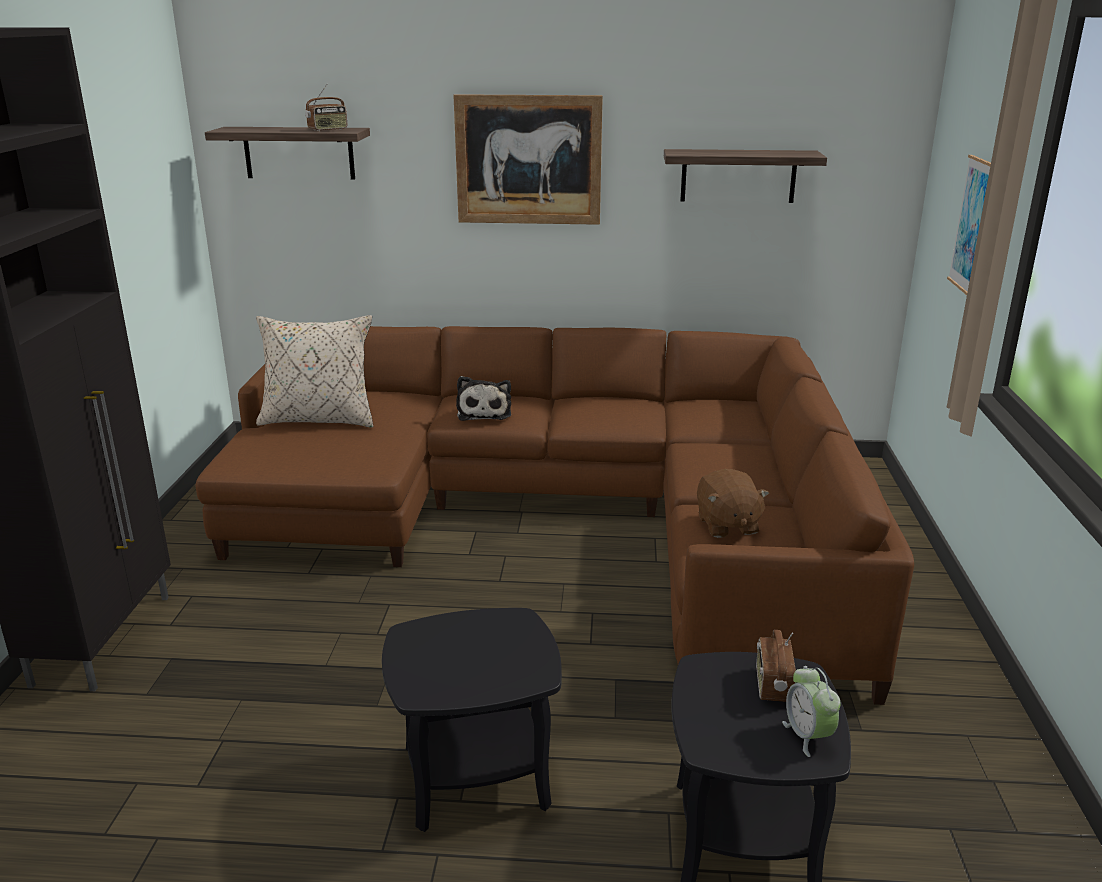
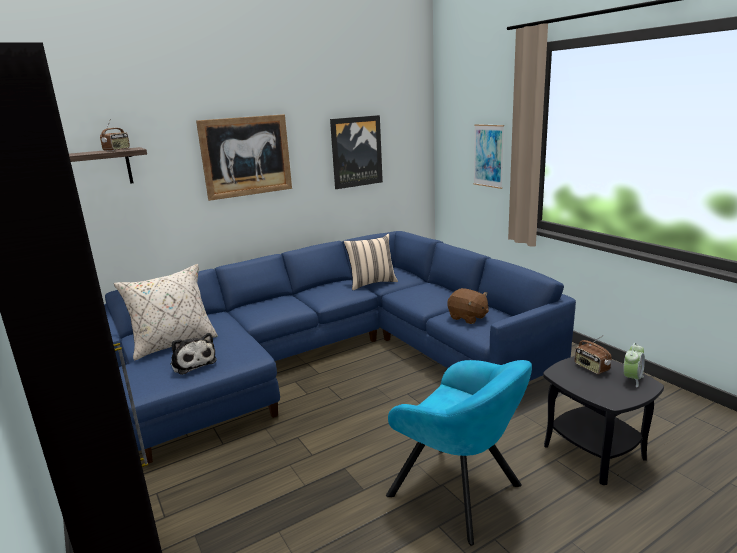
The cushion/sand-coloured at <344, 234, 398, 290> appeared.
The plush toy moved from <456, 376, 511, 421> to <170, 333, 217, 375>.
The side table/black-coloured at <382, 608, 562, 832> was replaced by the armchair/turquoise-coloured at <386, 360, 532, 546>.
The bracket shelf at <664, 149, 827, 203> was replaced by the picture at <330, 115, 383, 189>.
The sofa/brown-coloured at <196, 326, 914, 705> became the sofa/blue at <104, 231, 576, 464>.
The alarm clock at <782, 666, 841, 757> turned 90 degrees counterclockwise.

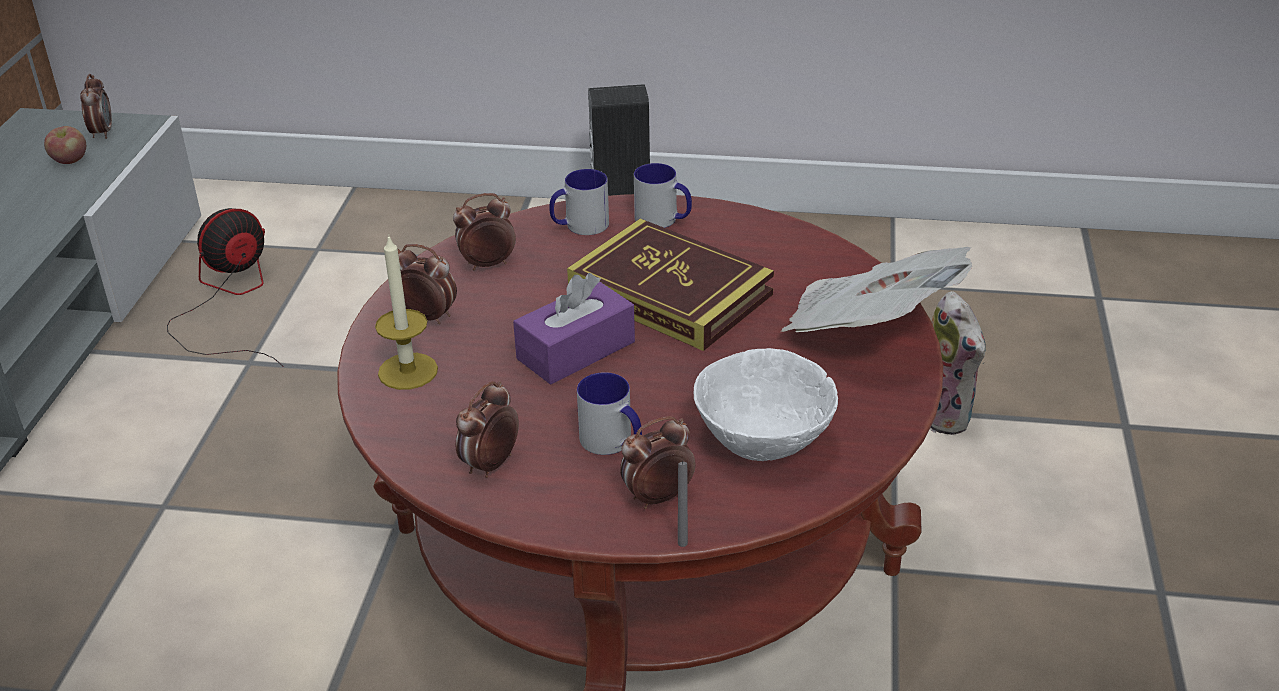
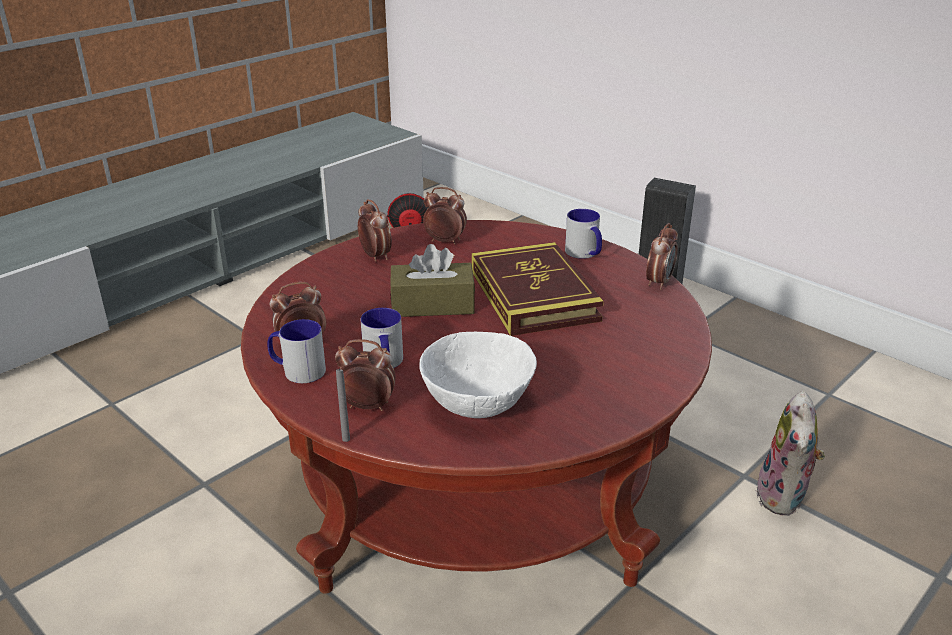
The whole apple at <44, 126, 86, 164> disappeared.
The wax light at <375, 234, 438, 390> disappeared.
The newspaper at <781, 247, 972, 332> disappeared.
The alarm clock moved from <80, 74, 112, 139> to <646, 223, 678, 290>.
The tea mug moved from <549, 169, 609, 235> to <267, 319, 326, 383>.
The box of tissues/purplish at <513, 273, 635, 384> became the box of tissues/brown-coloured at <390, 244, 475, 317>.

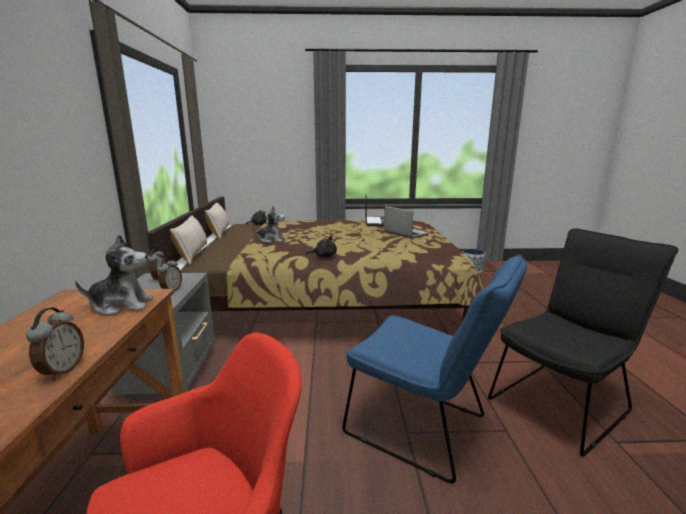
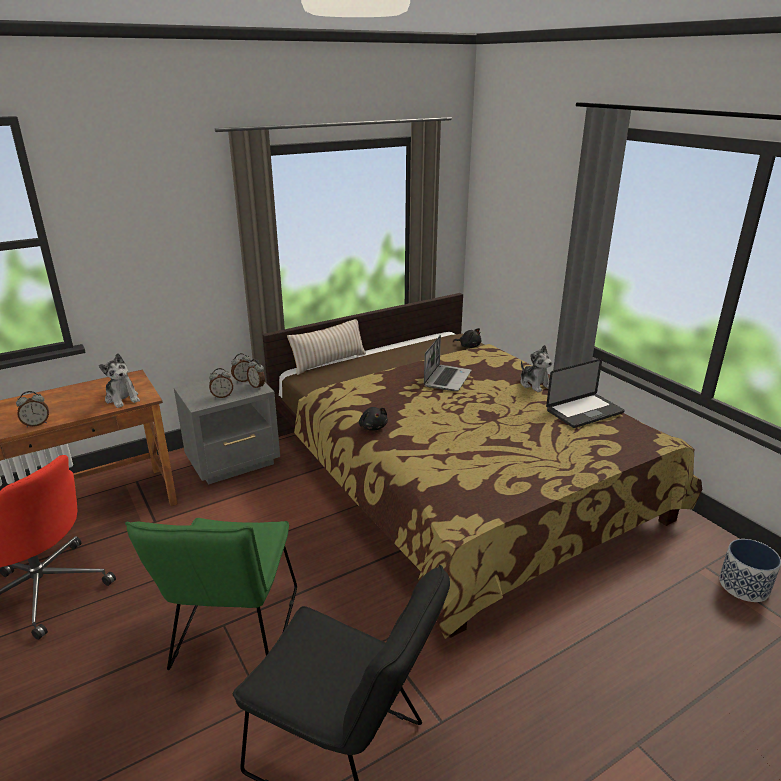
The cushion/sand-coloured at <205, 203, 229, 239> disappeared.
The alarm clock at <247, 359, 265, 389> appeared.
The plush toy moved from <252, 206, 285, 243> to <520, 345, 552, 392>.
The portable computer moved from <384, 206, 429, 238> to <424, 335, 472, 391>.
The chair/blue at <342, 254, 527, 483> became the chair/green at <125, 518, 297, 670>.

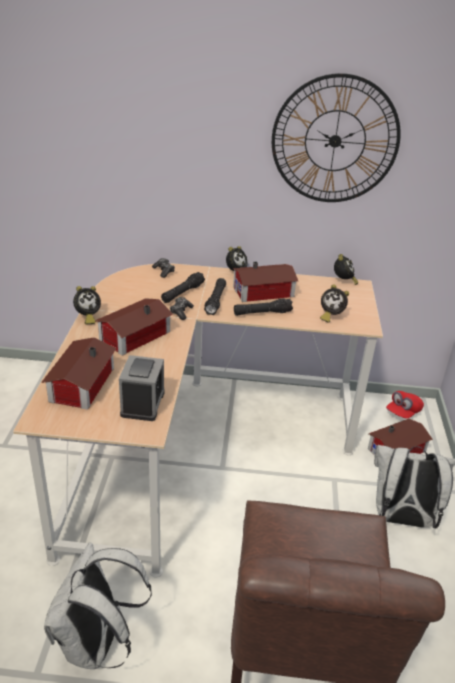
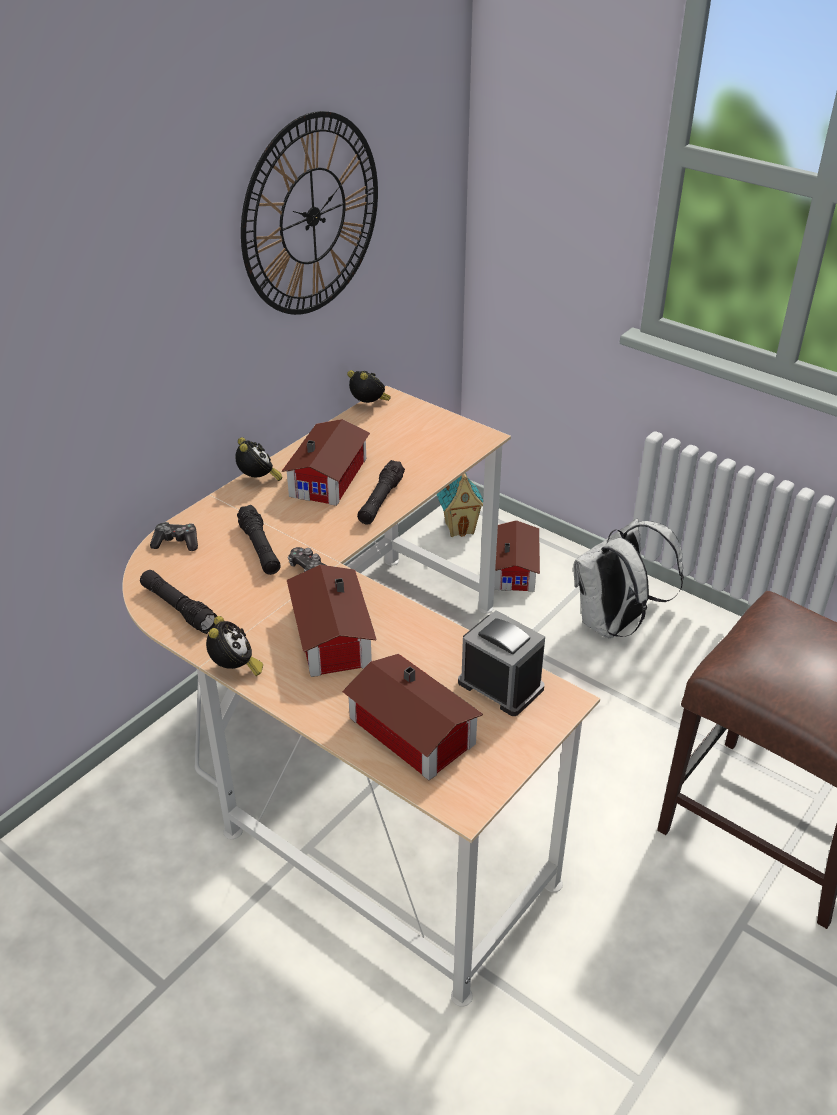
The knapsack/white-coloured at <44, 542, 152, 669> disappeared.
The alarm clock at <320, 284, 349, 323> disappeared.
The torch/black-coloured moved from <204, 278, 226, 315> to <140, 570, 217, 634>.
The baseball cap/red at <386, 391, 424, 419> was replaced by the model house at <437, 473, 483, 537>.

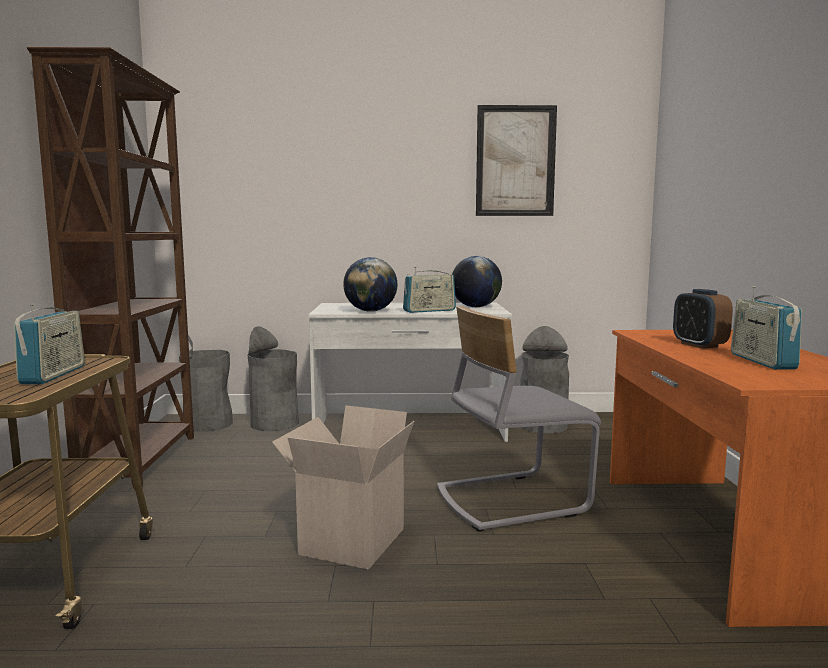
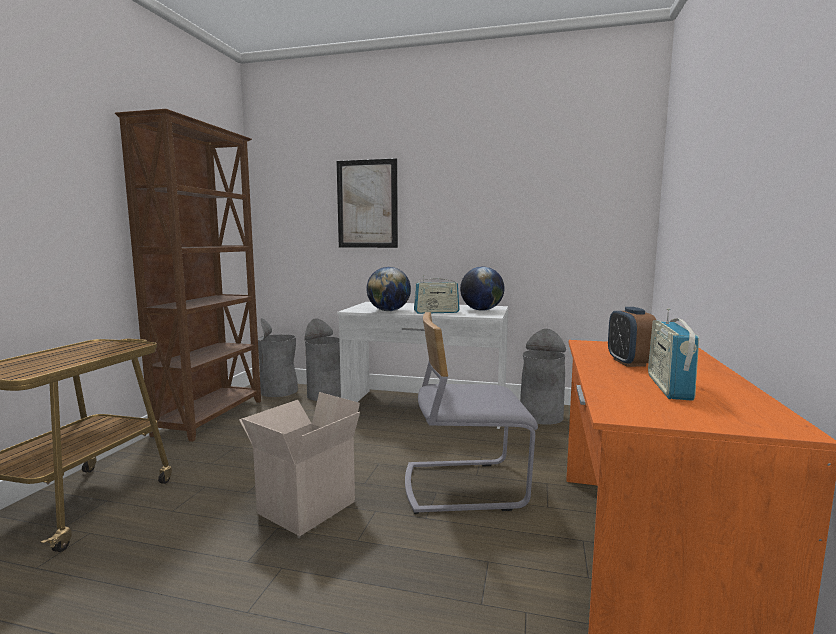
The radio set at <14, 304, 85, 384> disappeared.
The picture moved from <476, 105, 557, 216> to <337, 158, 398, 248>.

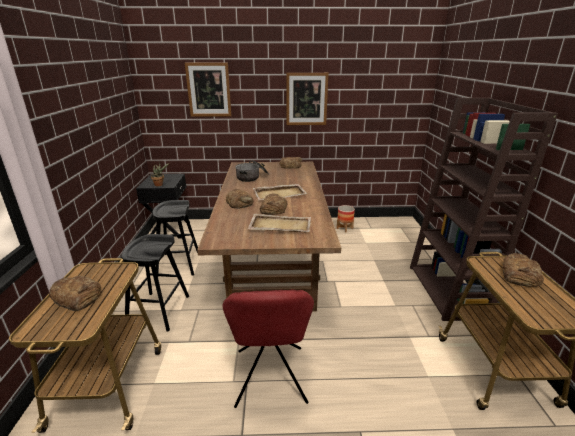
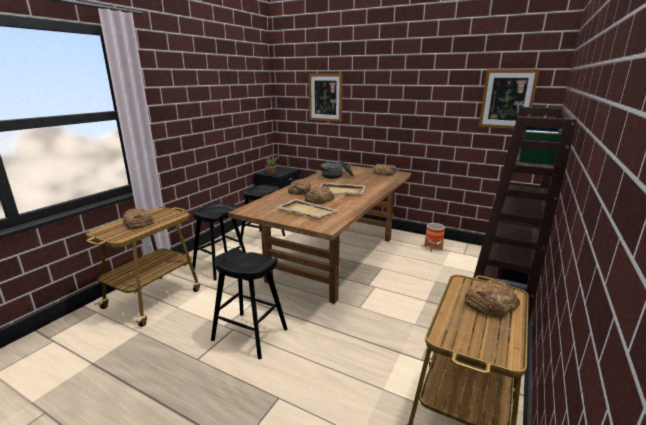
The picture moved from <286, 73, 329, 125> to <479, 69, 540, 129>.
The chair/red at <222, 289, 314, 408> was replaced by the stool seat/black-coloured at <211, 248, 287, 359>.

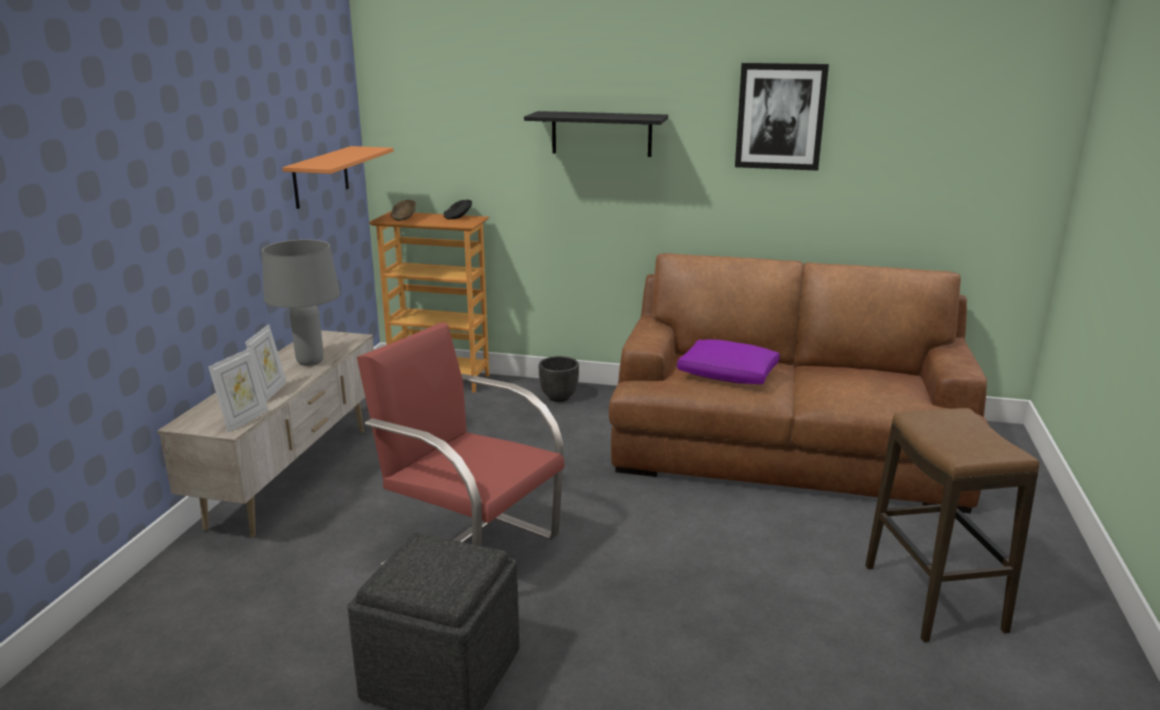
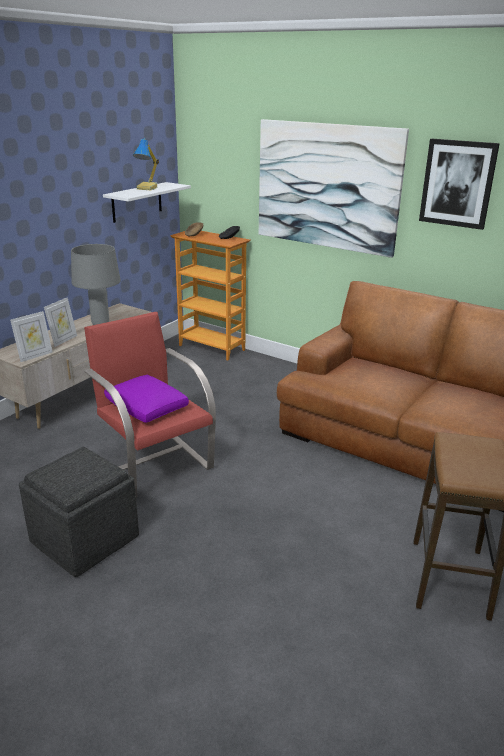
The plant pot/black-coloured at <539, 356, 579, 402> disappeared.
The table lamp at <133, 138, 159, 190> appeared.
The cushion/purplish moved from <677, 339, 780, 384> to <104, 375, 189, 423>.
The bracket shelf/black-coloured at <524, 111, 668, 157> was replaced by the picture at <259, 119, 409, 258>.
The bracket shelf/orangey at <282, 146, 394, 209> became the bracket shelf/white-coloured at <103, 182, 191, 223>.

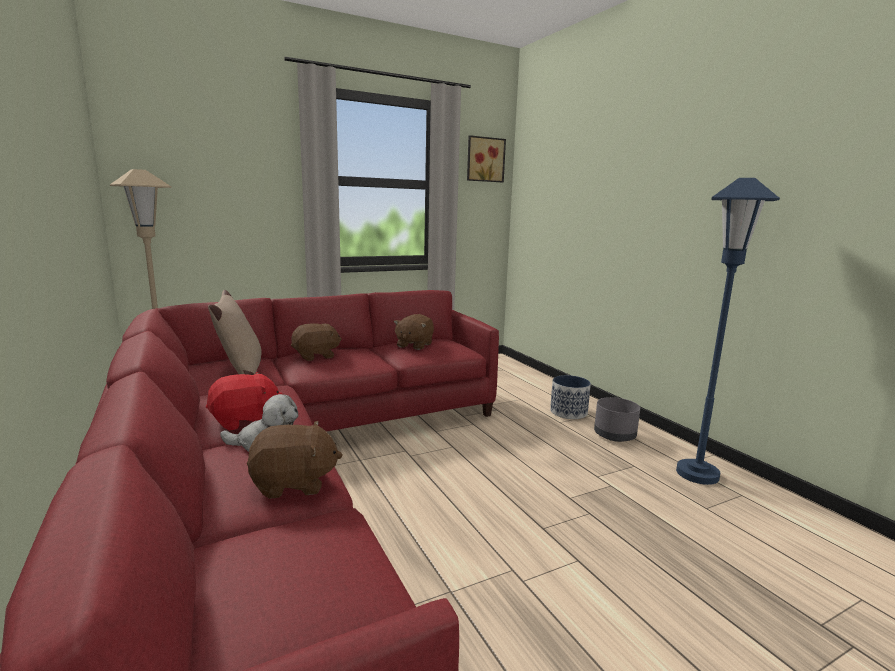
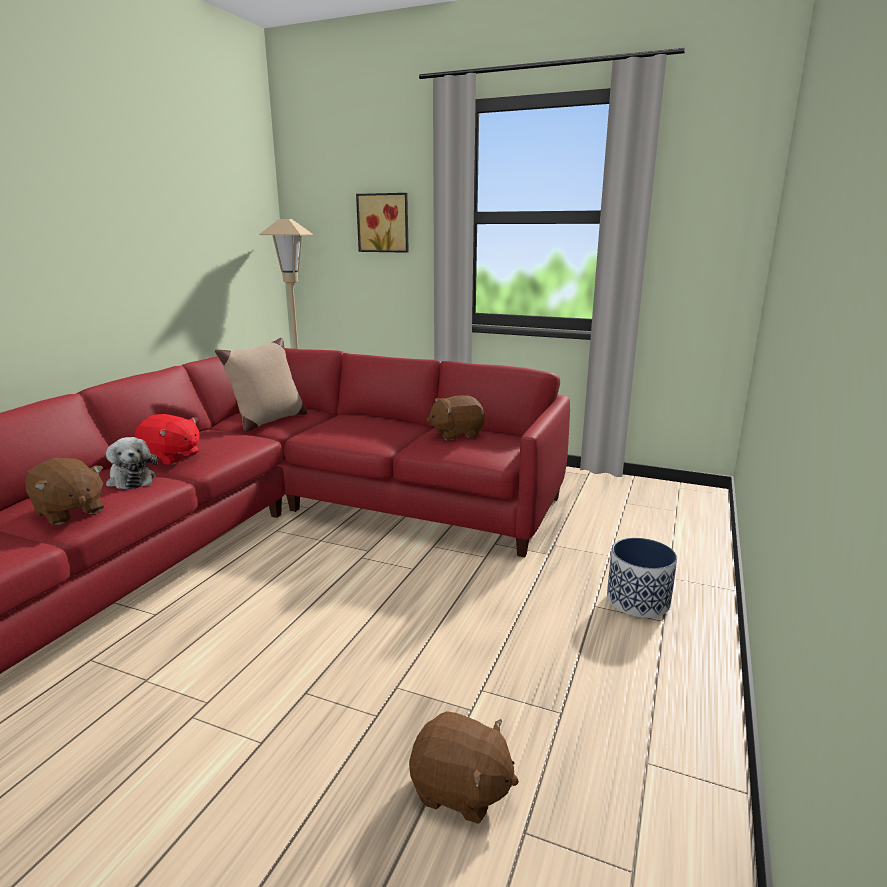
The plant pot/greyish at <594, 397, 640, 442> disappeared.
The standing lamp/blue at <676, 178, 780, 485> disappeared.
The plush toy/brown-coloured moved from <291, 323, 342, 361> to <409, 711, 519, 824>.
The picture moved from <467, 135, 506, 182> to <356, 193, 409, 253>.

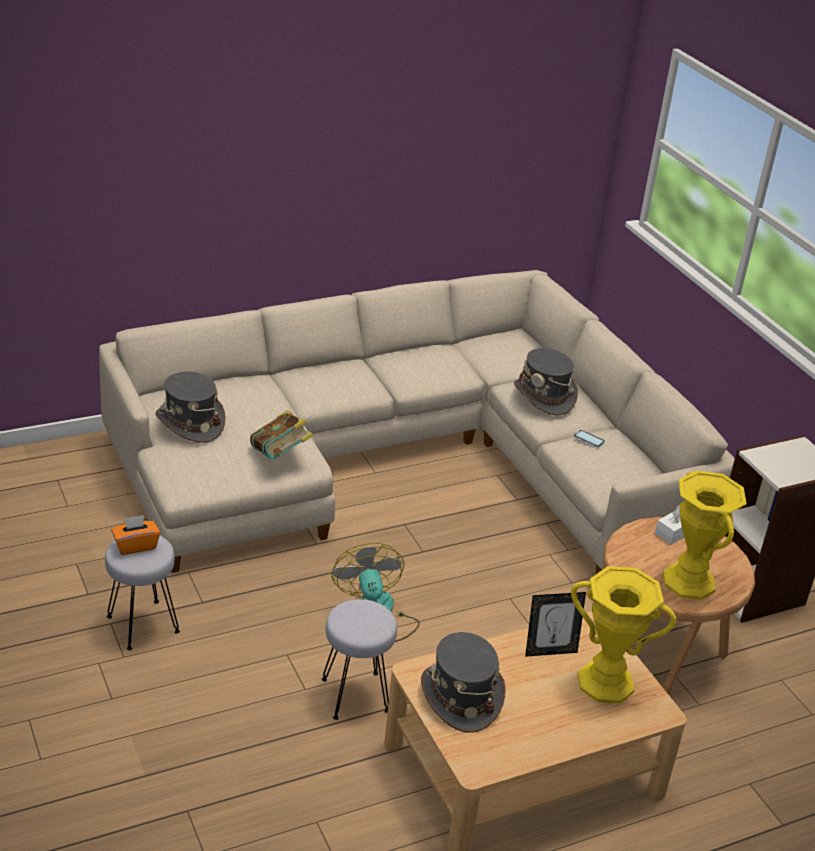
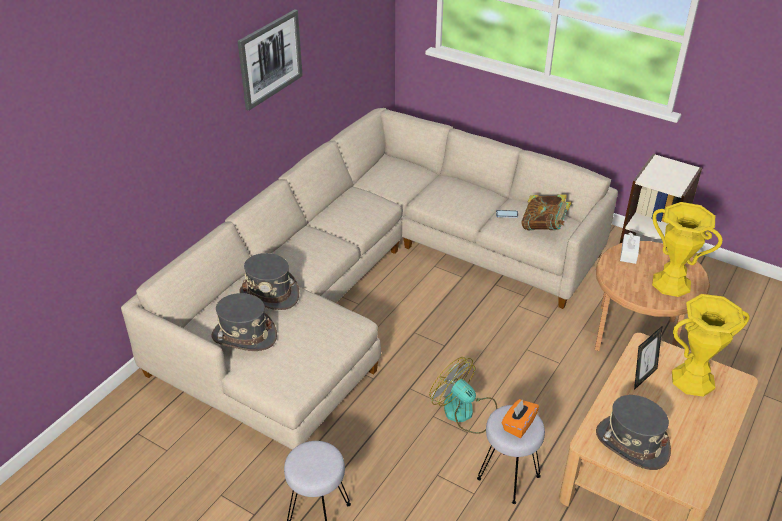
The picture at <238, 9, 303, 111> appeared.
The box of tissues/orangey moved from <111, 515, 160, 555> to <502, 399, 539, 438>.
The volume moved from <250, 410, 314, 459> to <521, 194, 571, 230>.
The hat/greyish moved from <514, 348, 578, 416> to <239, 253, 299, 310>.

